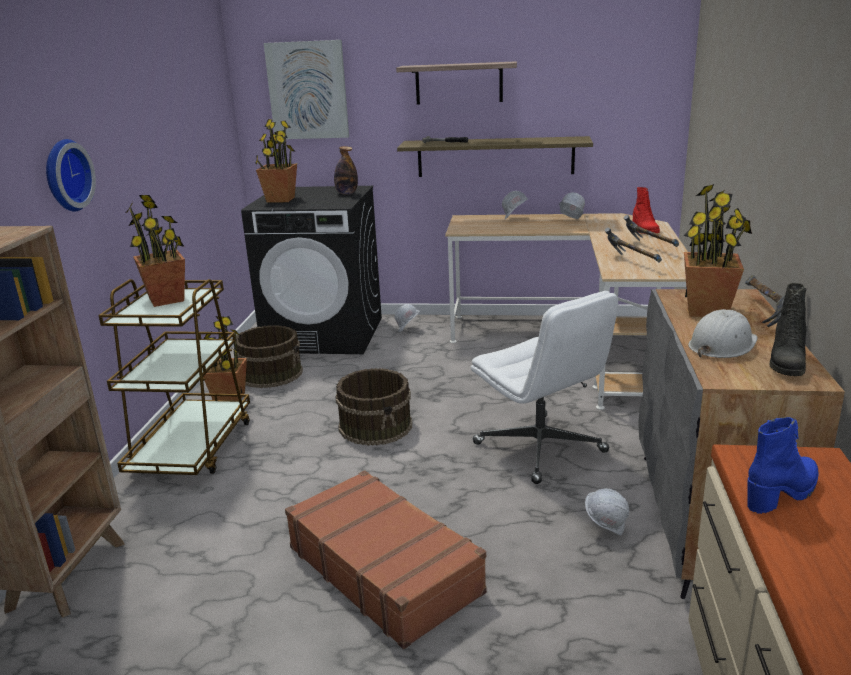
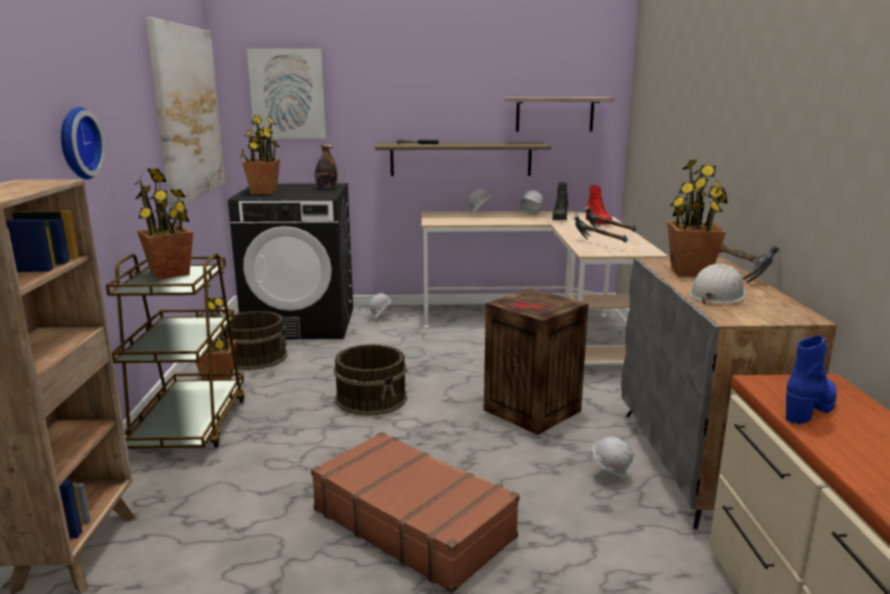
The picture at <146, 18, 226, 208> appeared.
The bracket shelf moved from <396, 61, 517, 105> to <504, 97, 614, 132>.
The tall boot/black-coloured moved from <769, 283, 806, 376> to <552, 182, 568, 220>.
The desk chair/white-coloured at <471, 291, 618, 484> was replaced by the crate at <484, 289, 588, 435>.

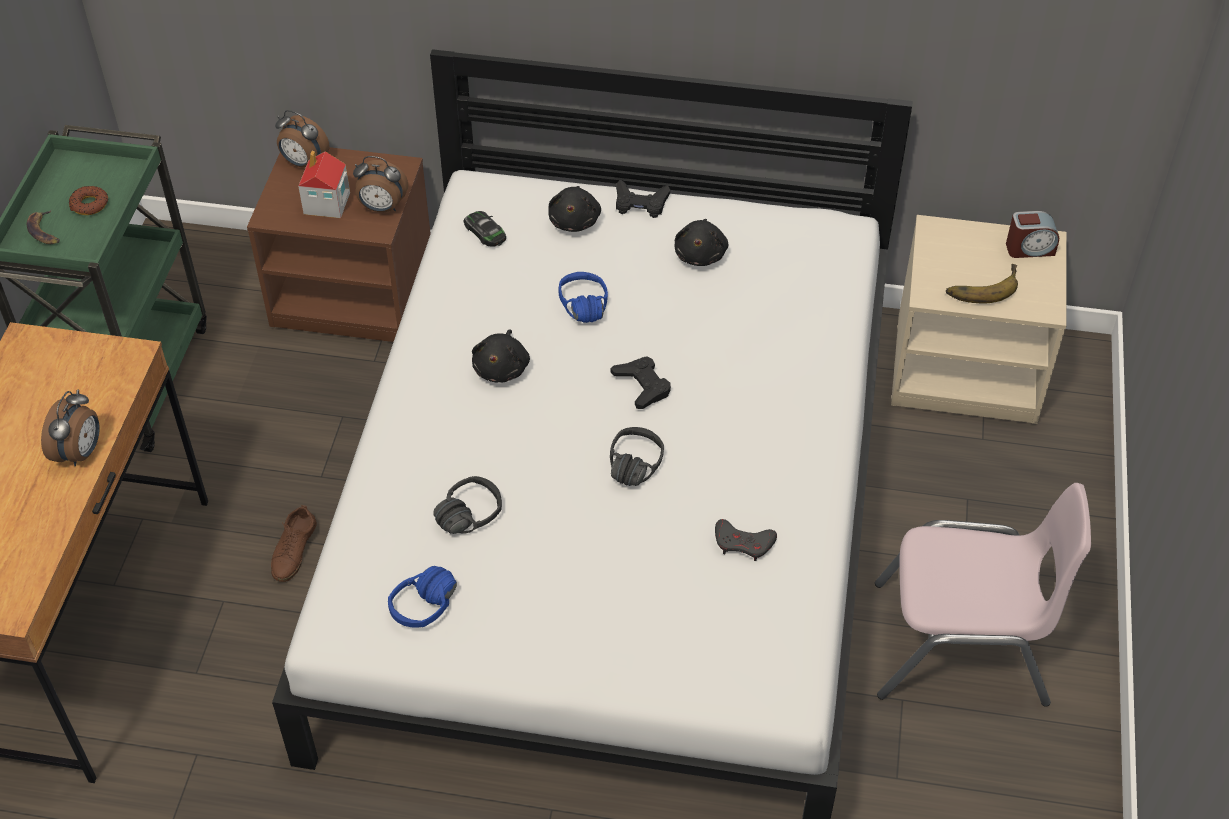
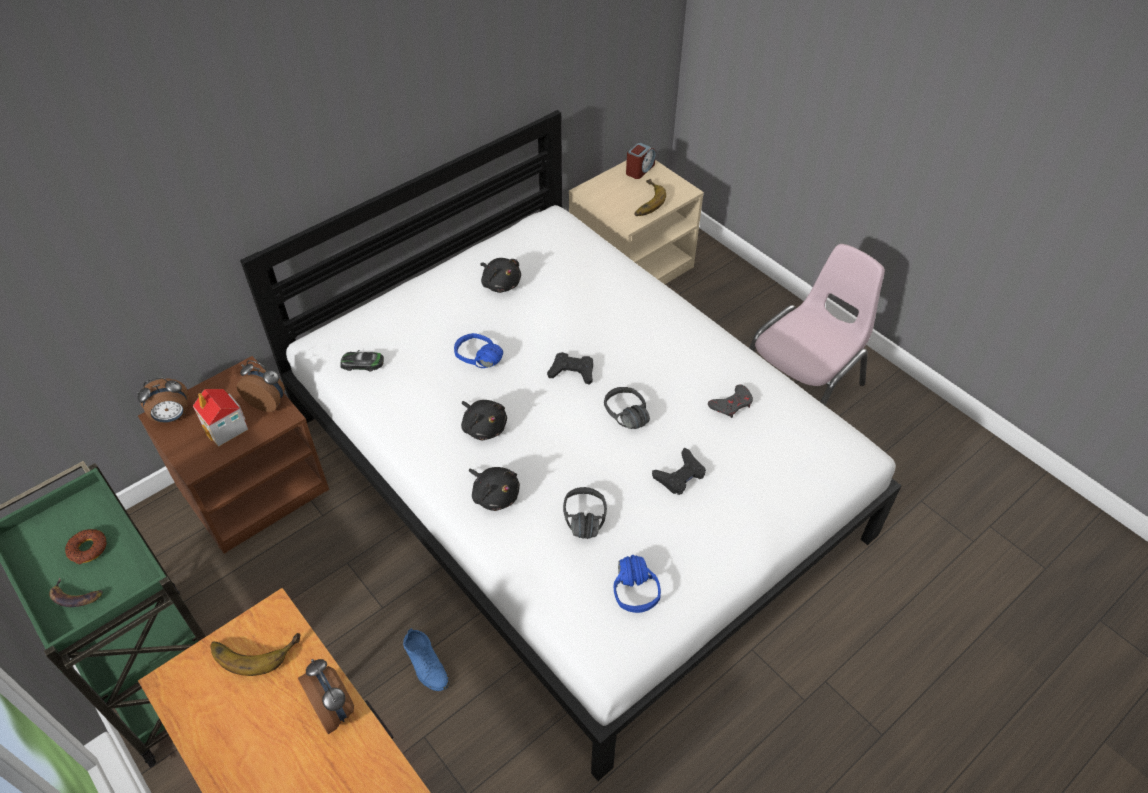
The banana at <211, 633, 301, 676> appeared.
The plush toy/black-coloured moved from <548, 186, 601, 232> to <469, 467, 520, 511>.
The joypad/black-coloured moved from <616, 180, 670, 218> to <652, 447, 706, 495>.
The shoe/brown-coloured at <271, 505, 317, 582> became the shoe/blue at <403, 628, 449, 691>.
The alarm clock at <353, 156, 408, 212> turned 120 degrees counterclockwise.

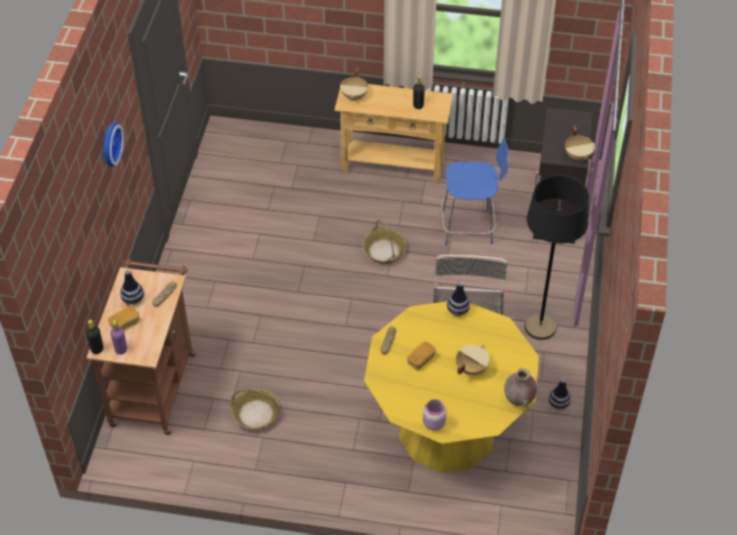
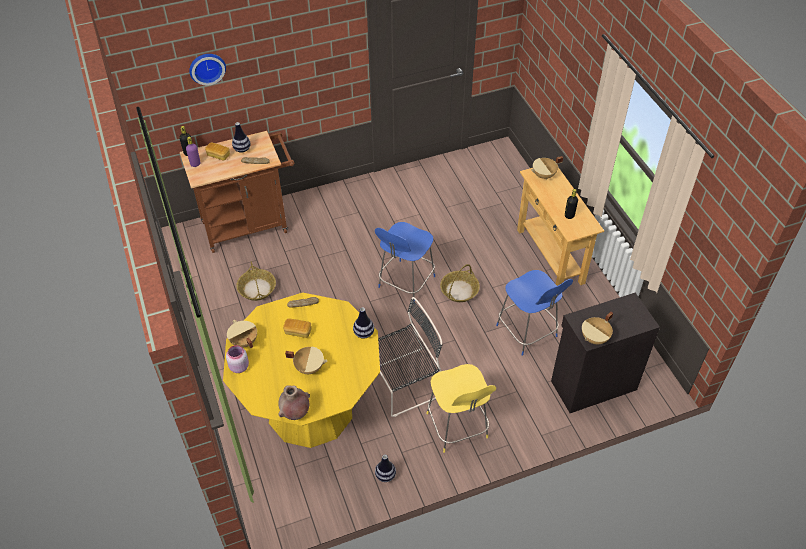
The cooking pot/sand-coloured at <227, 320, 257, 348> appeared.
The stool seat/blue at <375, 222, 435, 304> appeared.
The clock on the wall moved from <103, 122, 124, 167> to <189, 54, 226, 85>.
The standing lamp/black-coloured at <524, 175, 589, 340> was replaced by the stool seat/yellow at <426, 364, 496, 453>.

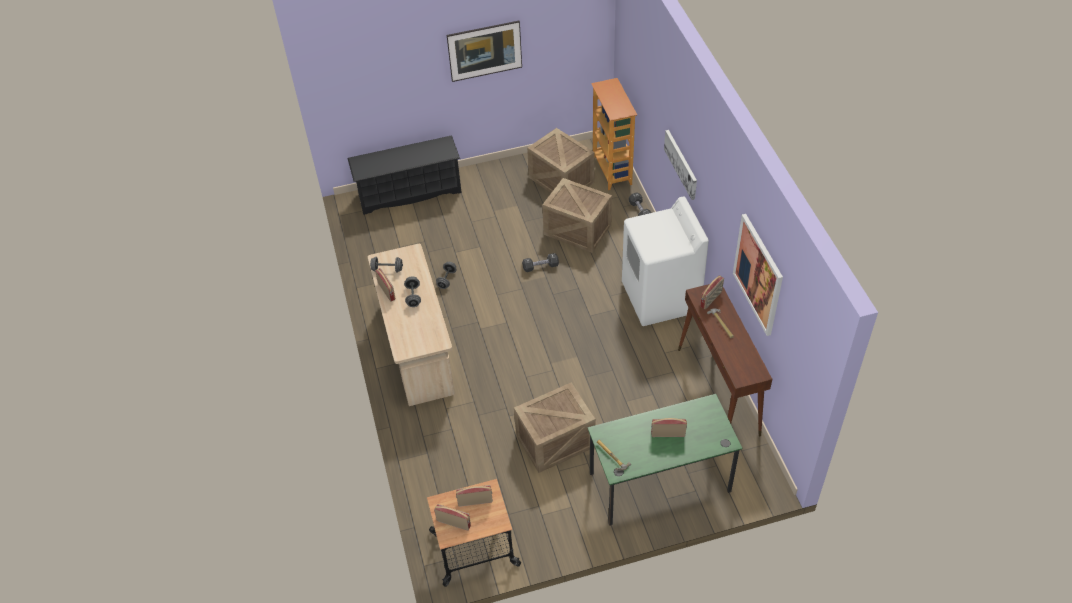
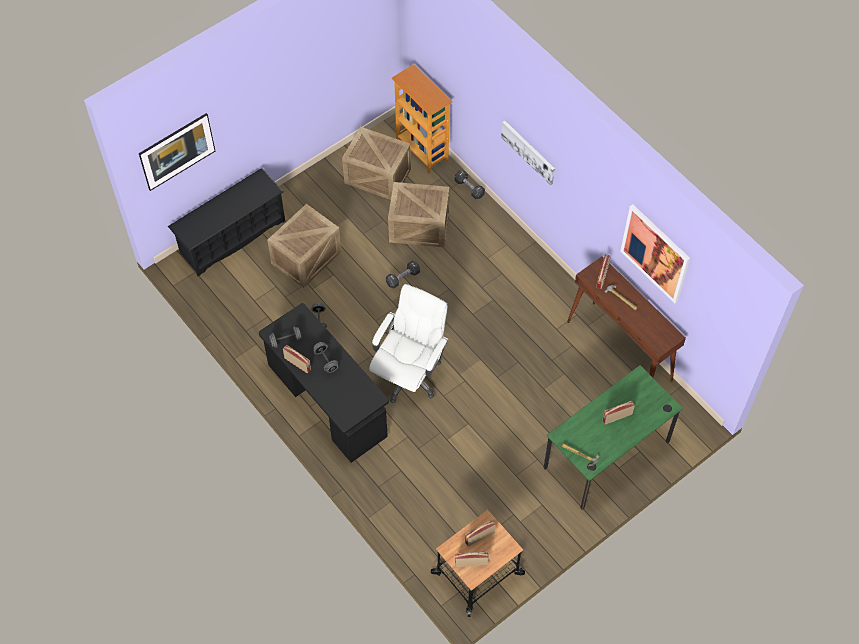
The laundry machine/white-coloured at <622, 196, 709, 326> disappeared.
The desk chair/white-coloured at <369, 284, 449, 403> appeared.
The picture moved from <447, 21, 522, 82> to <139, 113, 215, 191>.
The crate moved from <514, 383, 596, 473> to <267, 204, 342, 288>.
The desk table/sand-coloured at <368, 244, 455, 406> became the desk table/black-coloured at <259, 303, 389, 463>.

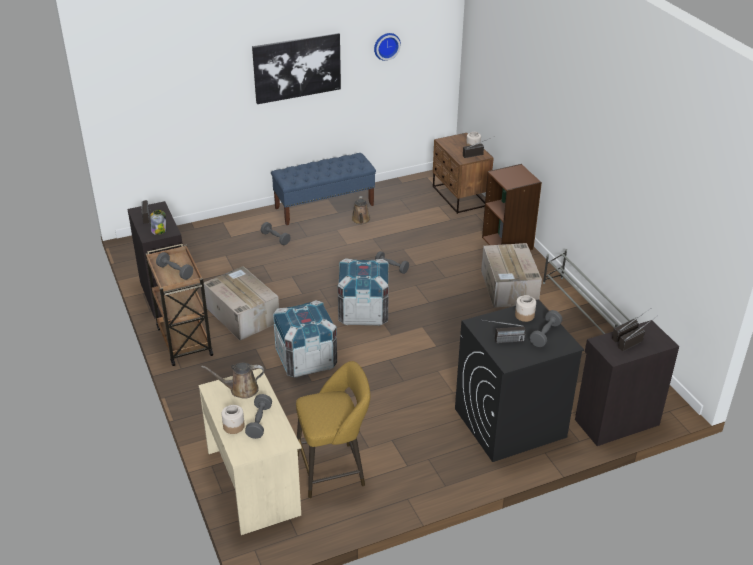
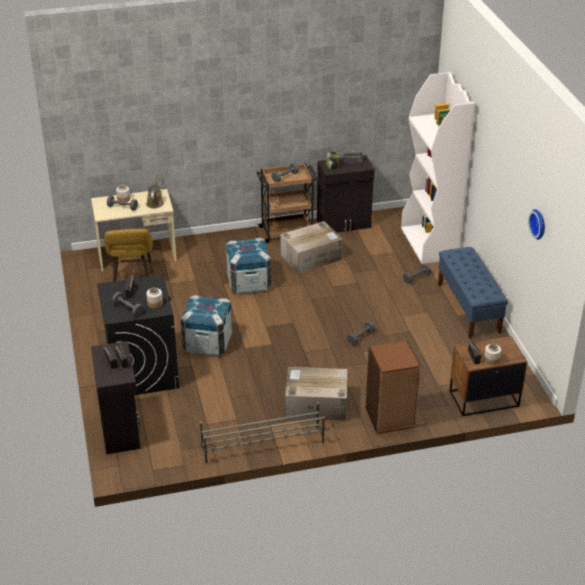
The picture at <252, 32, 341, 104> disappeared.
The sprinkling can/brown-coloured at <351, 196, 371, 224> disappeared.
The bookshelf/white-coloured at <401, 72, 476, 264> appeared.
The crate moved from <338, 258, 389, 326> to <181, 295, 232, 356>.

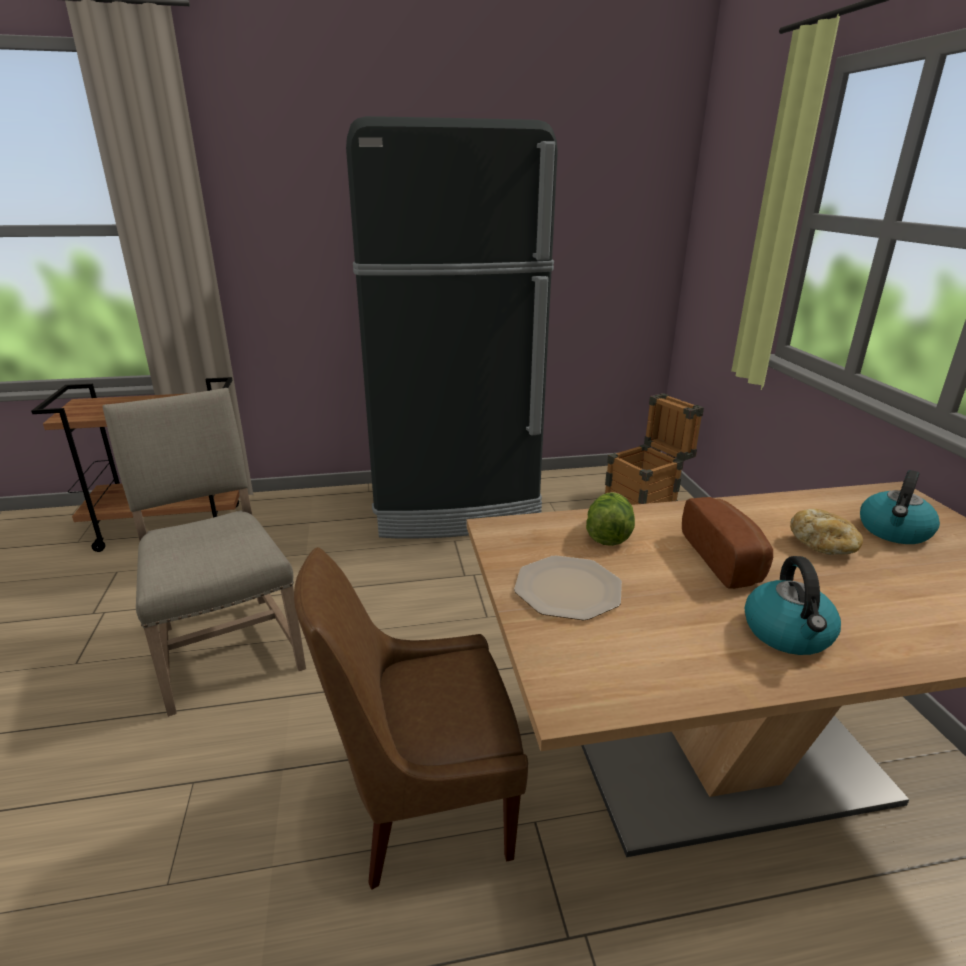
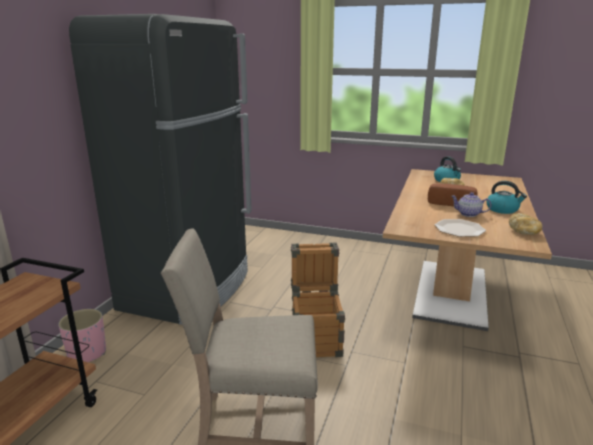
The chair/brown-coloured at <294, 547, 528, 890> disappeared.
The head of lettuce at <586, 492, 635, 546> disappeared.
The plant pot/pink-coloured at <58, 309, 106, 362> appeared.
The teapot at <451, 192, 491, 217> appeared.
The bread at <509, 213, 542, 235> appeared.
The crate moved from <604, 393, 704, 505> to <291, 243, 345, 357>.

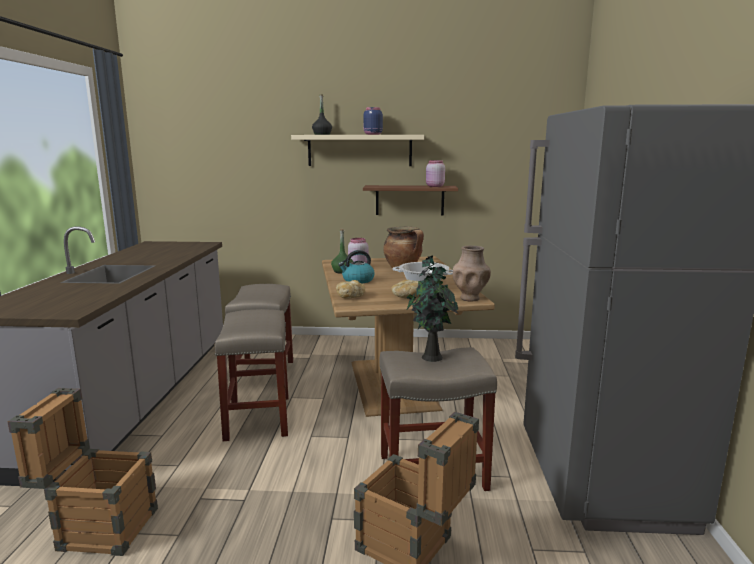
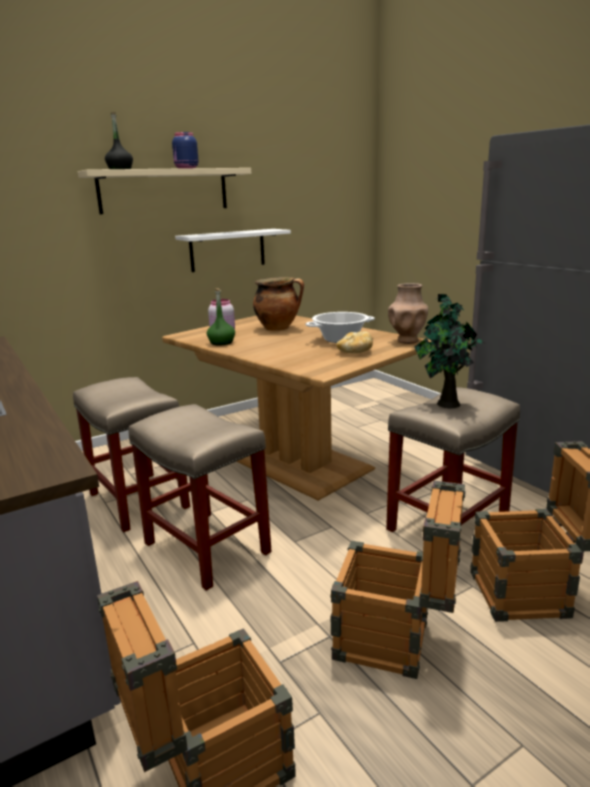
The bread at <336, 280, 365, 299> disappeared.
The tea kettle at <338, 250, 375, 284> disappeared.
The preserve jar/pink-coloured at <426, 160, 445, 187> disappeared.
The crate at <330, 480, 465, 679> appeared.
The bracket shelf/brown-coloured at <363, 185, 458, 215> became the bracket shelf/white-coloured at <175, 229, 291, 272>.

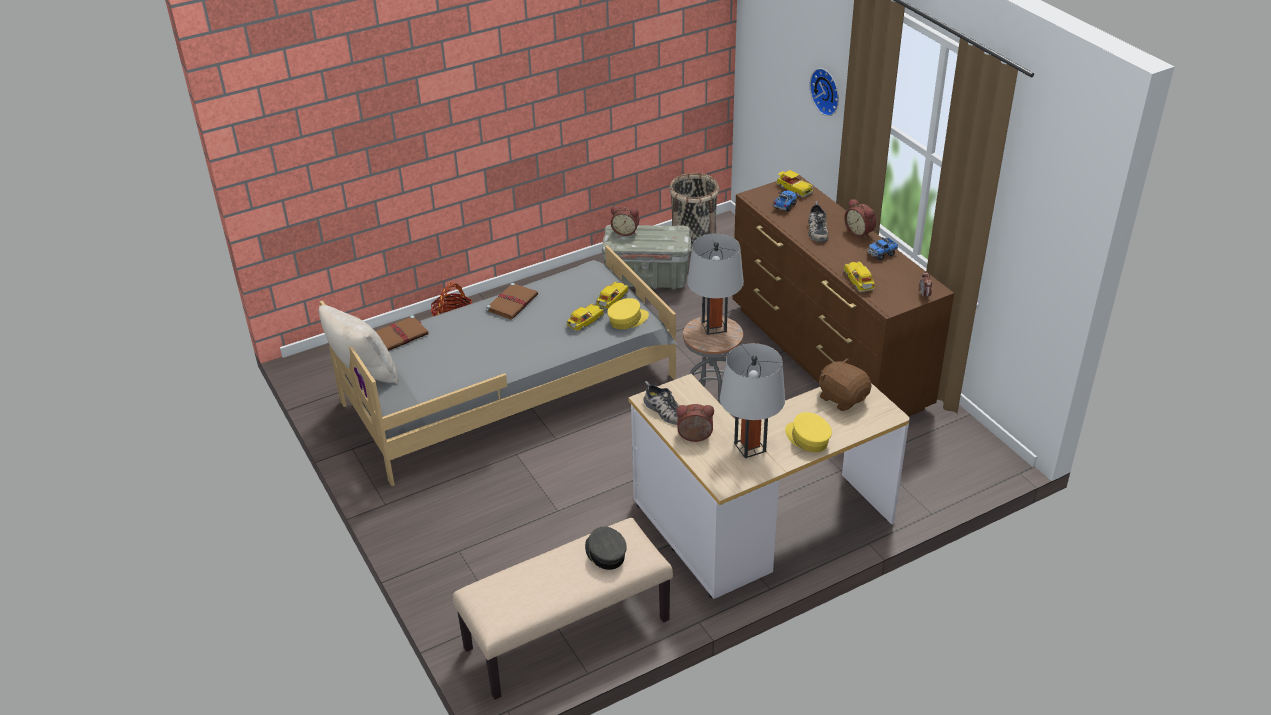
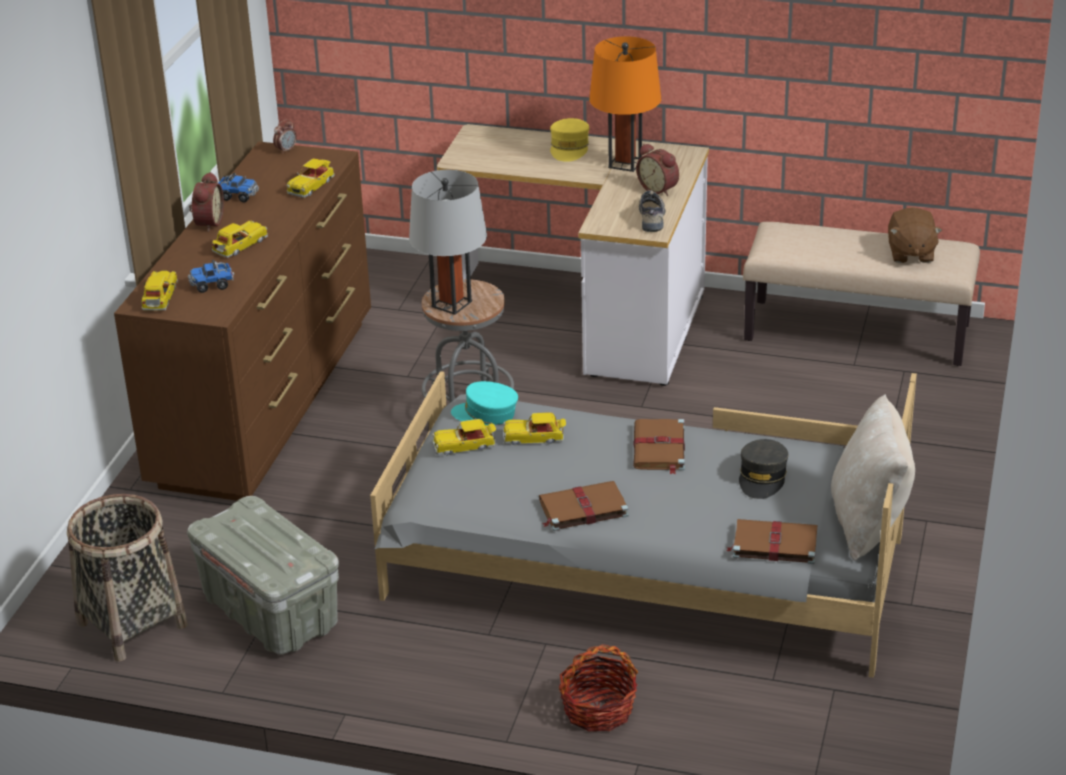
The alarm clock at <611, 206, 639, 236> disappeared.
The clock on the wall at <810, 68, 839, 116> disappeared.
The volume/brown-coloured at <633, 419, 685, 474> appeared.
The baseball cap/greyish moved from <585, 527, 627, 570> to <739, 439, 788, 499>.
The plush toy/brown-coloured moved from <819, 358, 871, 411> to <888, 207, 942, 263>.
The shoe at <808, 201, 828, 243> was replaced by the toy car at <212, 221, 268, 258>.
The baseball cap/yellow at <607, 298, 649, 329> became the baseball cap/turquoise-coloured at <451, 381, 518, 425>.
The table lamp/greyish at <720, 343, 785, 458> became the table lamp/orangey at <589, 36, 661, 172>.

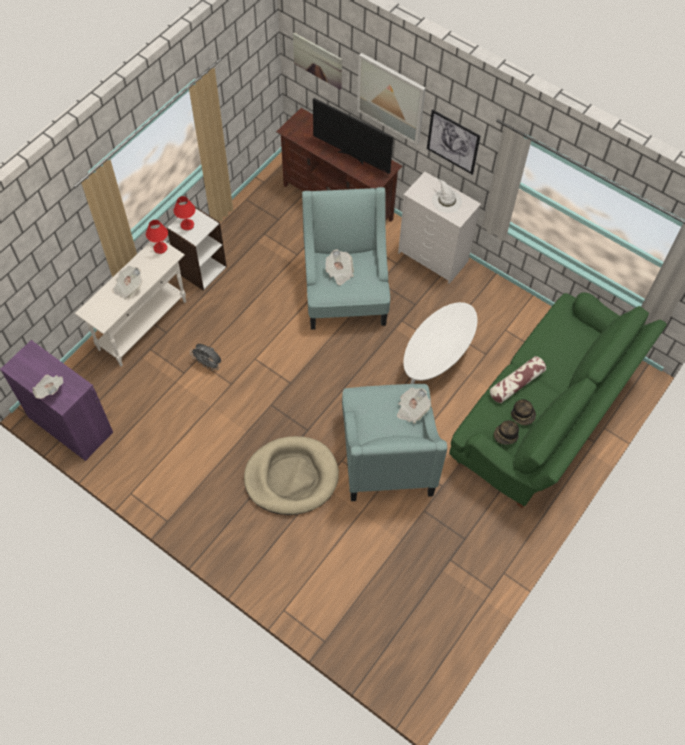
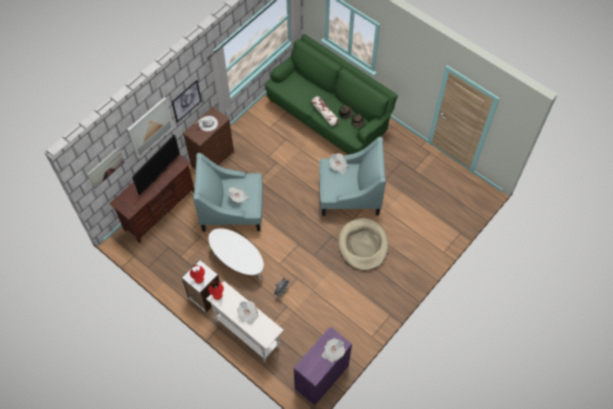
The lounge table/white-coloured moved from <403, 302, 478, 384> to <208, 228, 264, 281>.
The drawer chest/white-coloured at <398, 172, 481, 284> became the drawer chest/brown-coloured at <183, 107, 234, 170>.

